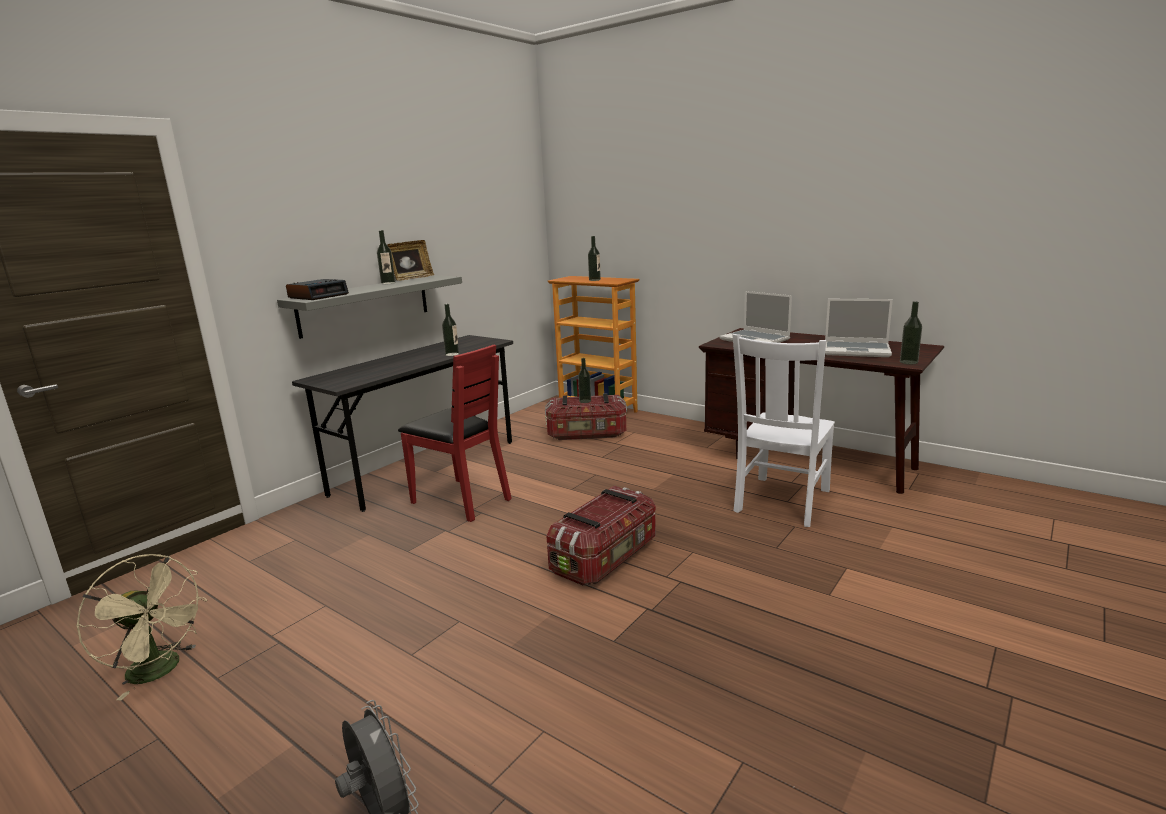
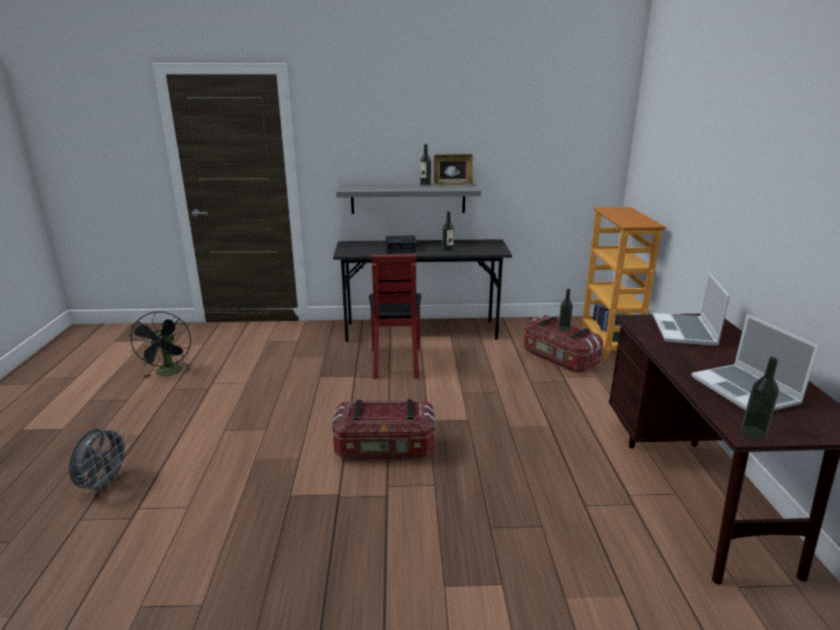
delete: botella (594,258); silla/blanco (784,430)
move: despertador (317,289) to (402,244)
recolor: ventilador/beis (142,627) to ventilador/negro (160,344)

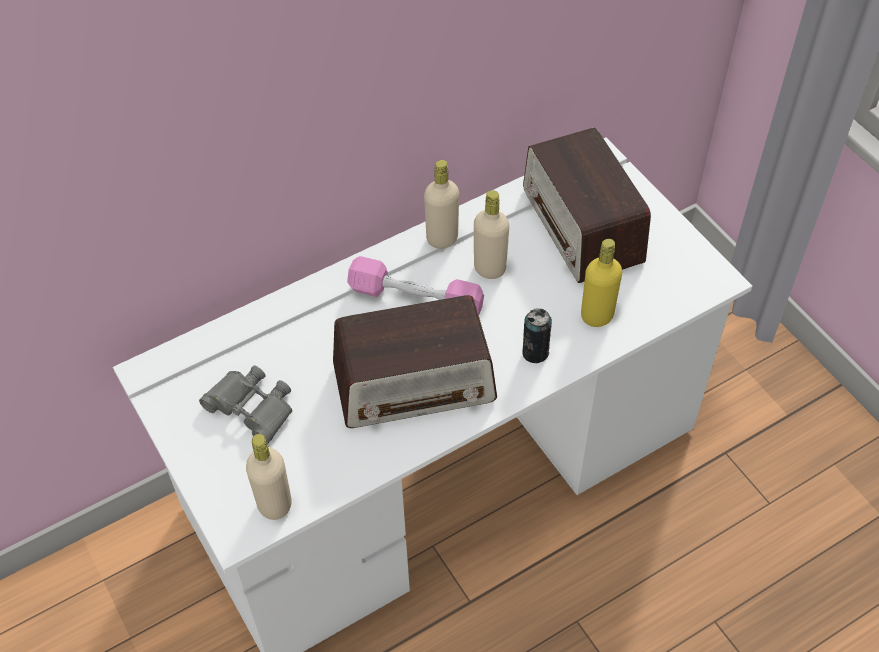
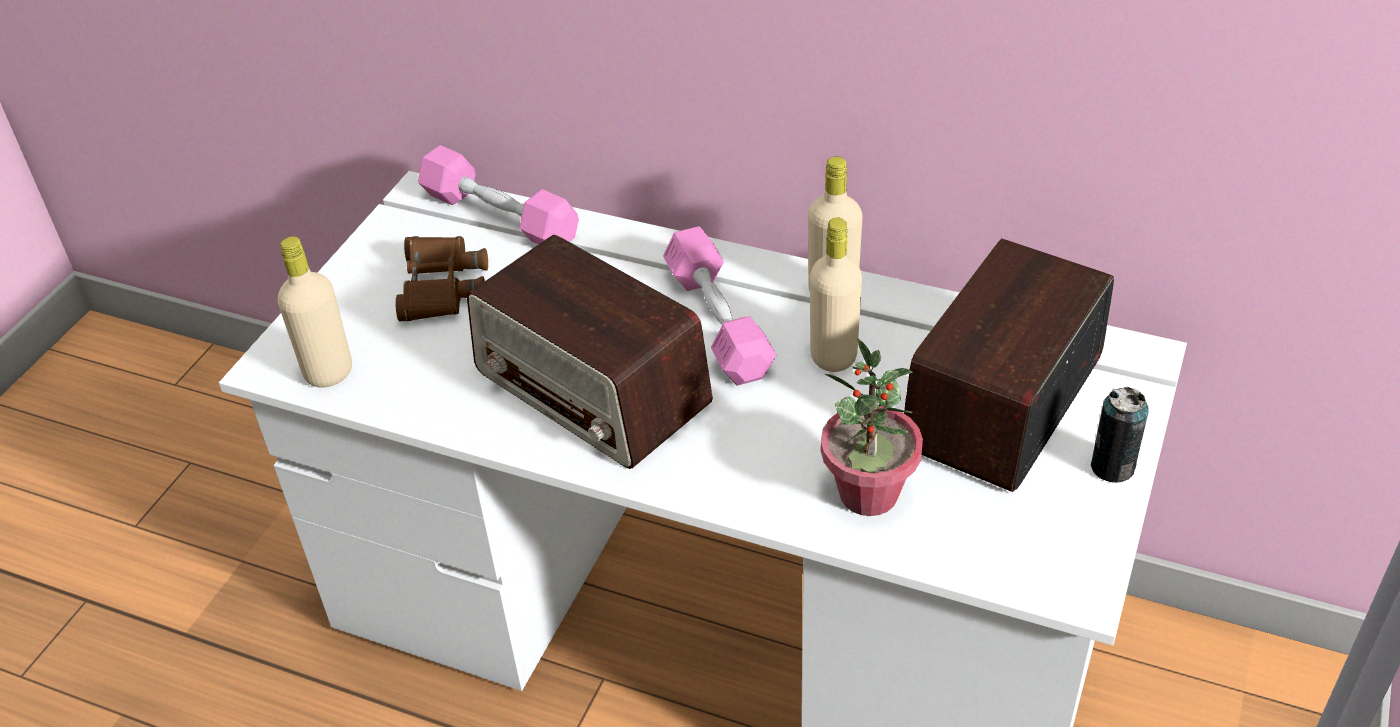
insert: mancuerna/rosa (498,195)
move: lata (537,335) to (1120,435)
replace: botella/amarillo (601,283) to planta en maceta (872,427)
recolor: prismáticos/gris (245,405) to prismáticos/marrón (441,278)

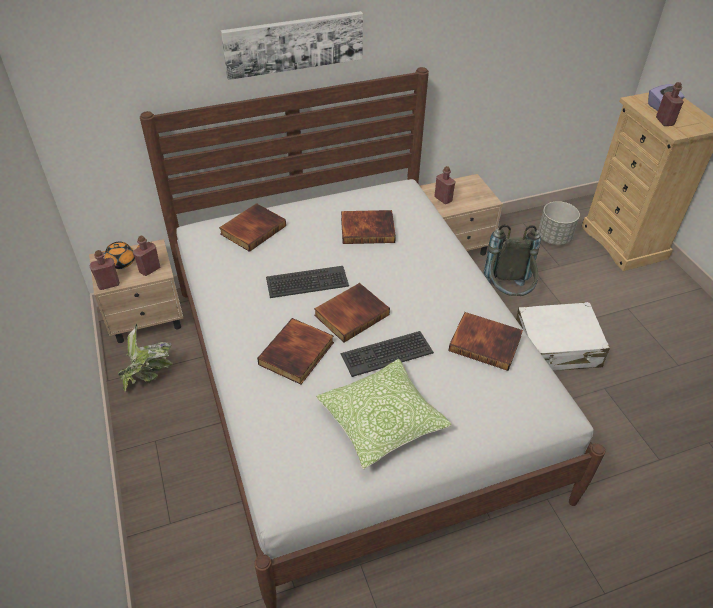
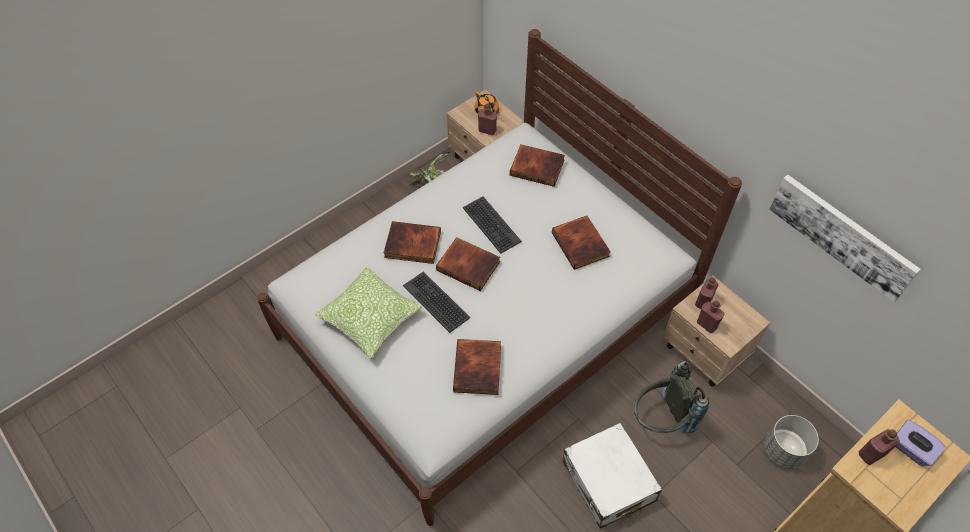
move: botella/rojo (105,270) to (710,316); cuadro (292,45) to (845,238)

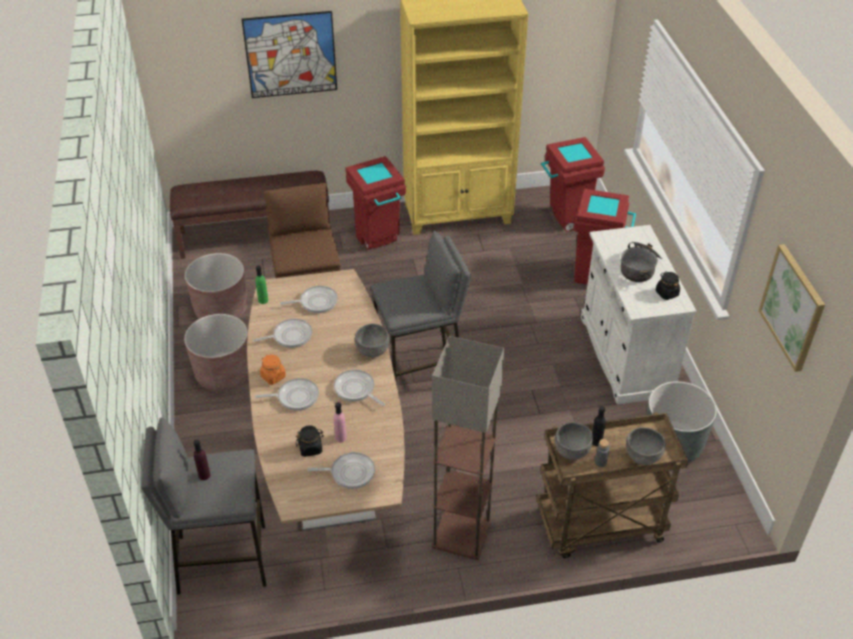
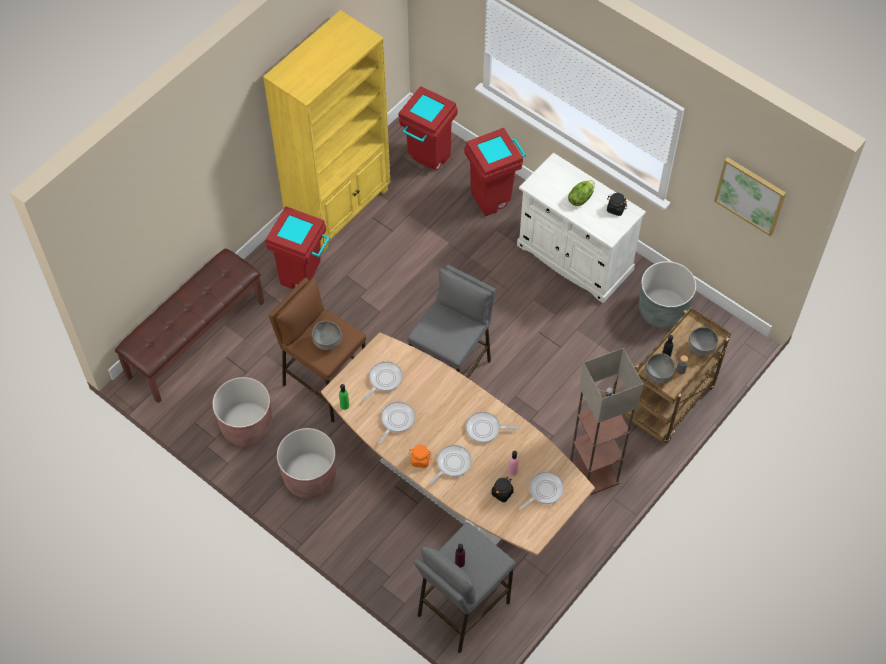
delete: cuadro (289,54)
move: cuenco/gris (372,340) to (327,335)
replace: olla (641,262) to lechuga (581,193)

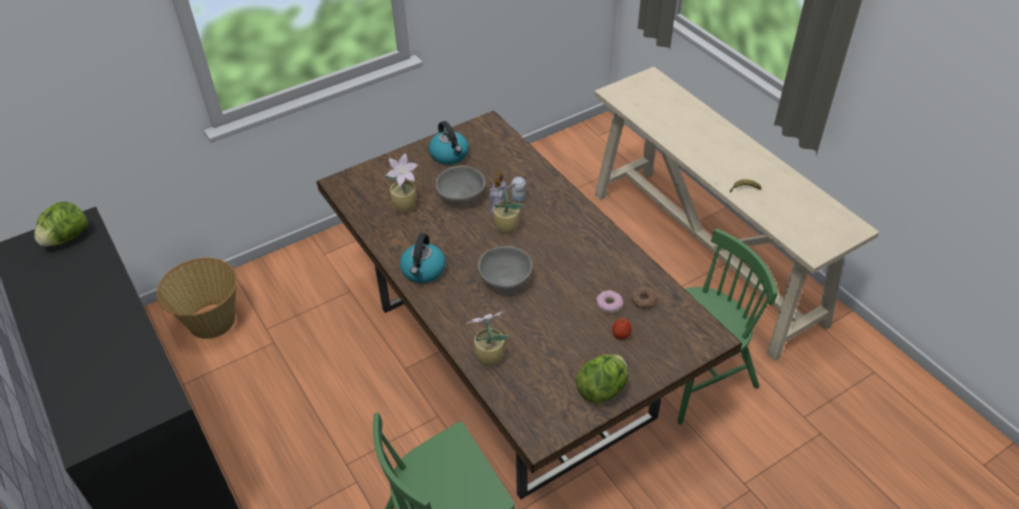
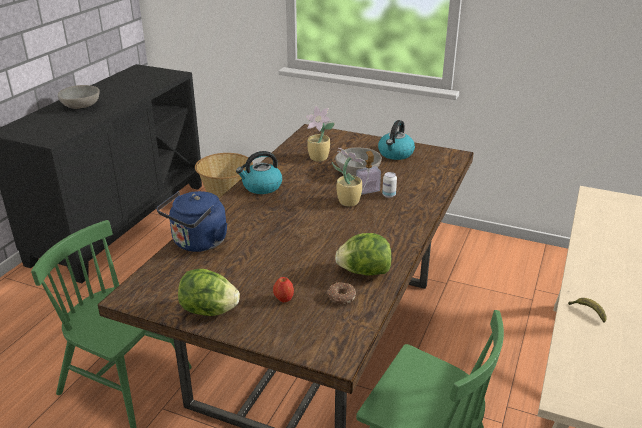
delete: rosquilla (609,302)
move: lechuga (61,224) to (363,254); cuenco/gris (505,268) to (79,97)
replace: planta en maceta (488,338) to hervidor/azul (192,221)

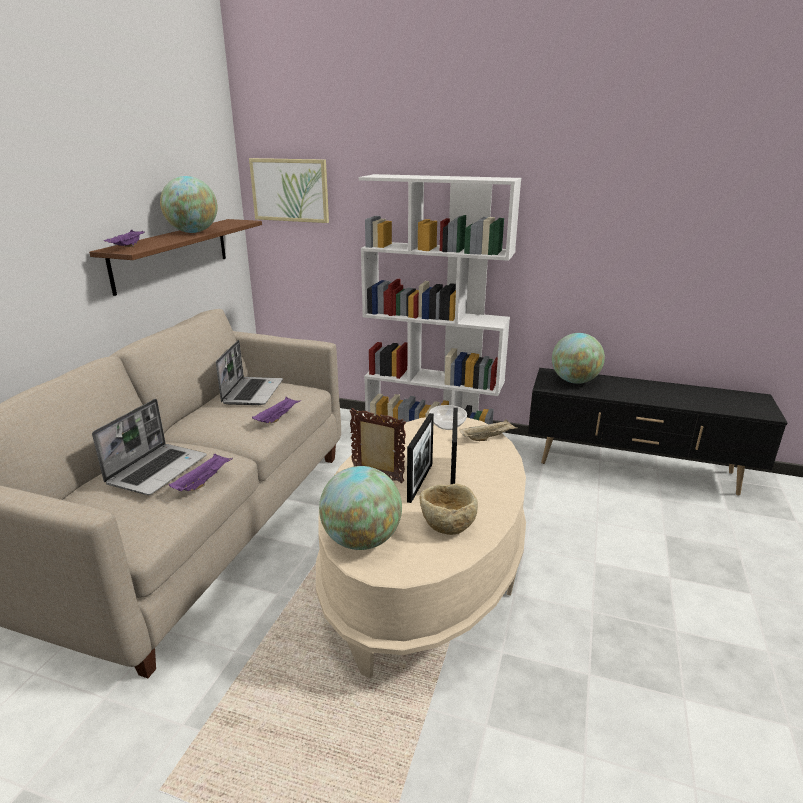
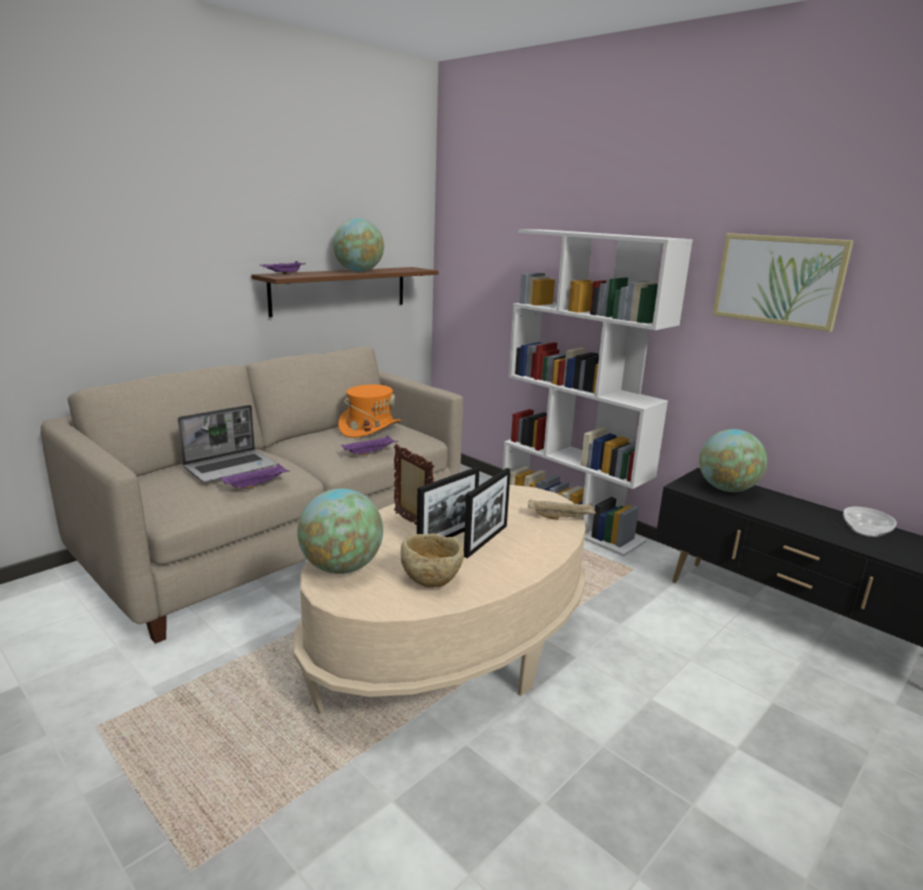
move: cuadro (289,190) to (783,282); cuenco (448,417) to (870,522)
replace: portátil (249,372) to sombrero/naranja (369,411)

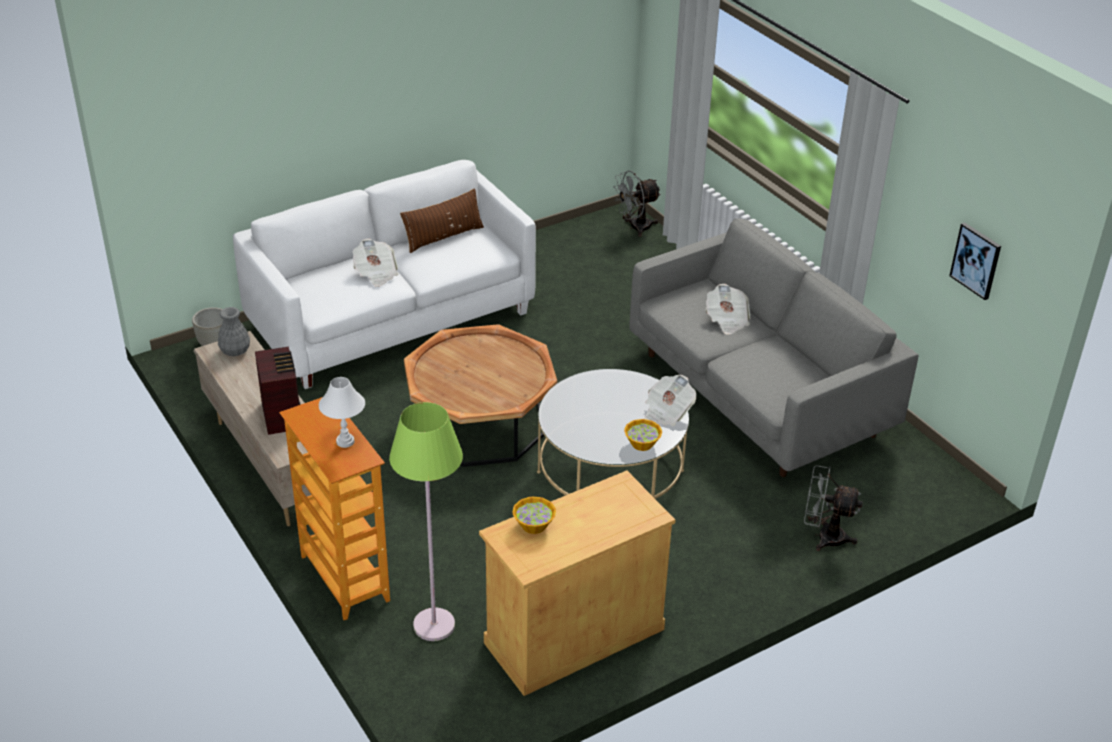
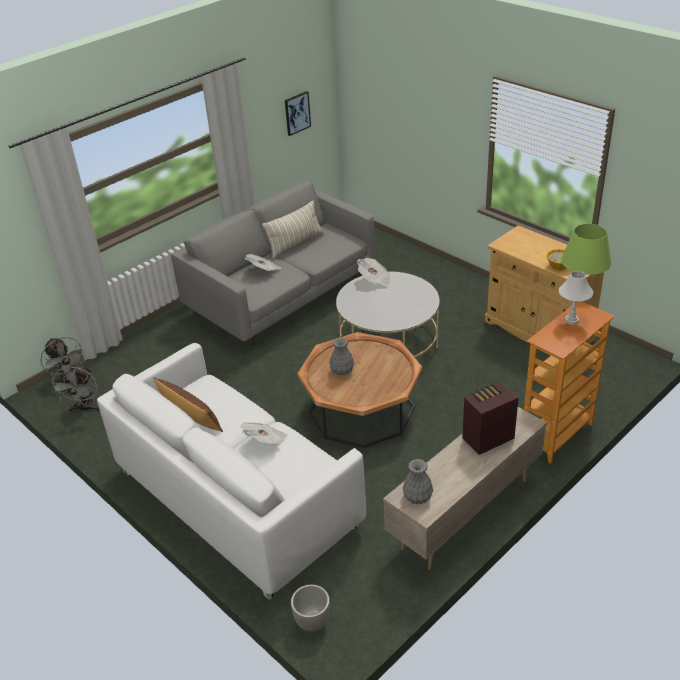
delete: cuenco (643,435)
insert: cojín (293,229); florero/gris (341,356)
move: ventilador/gris (833,508) to (75,387)

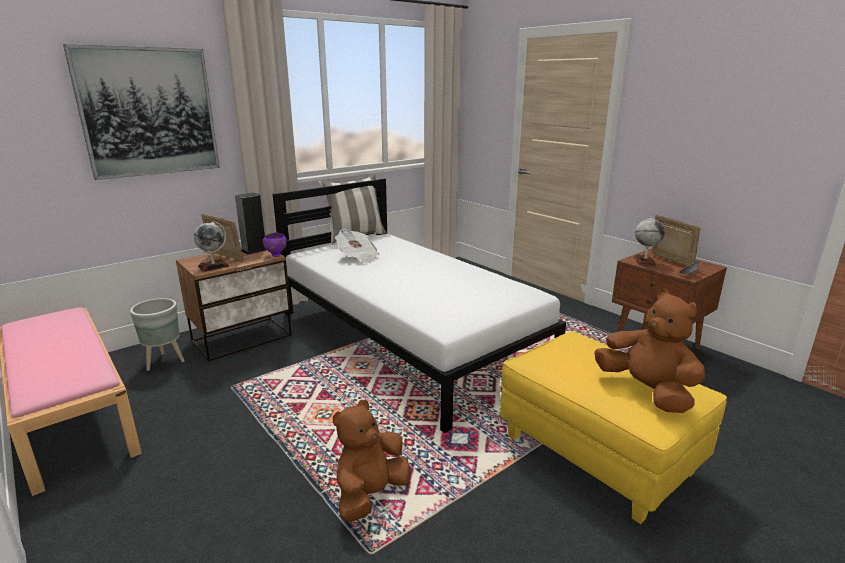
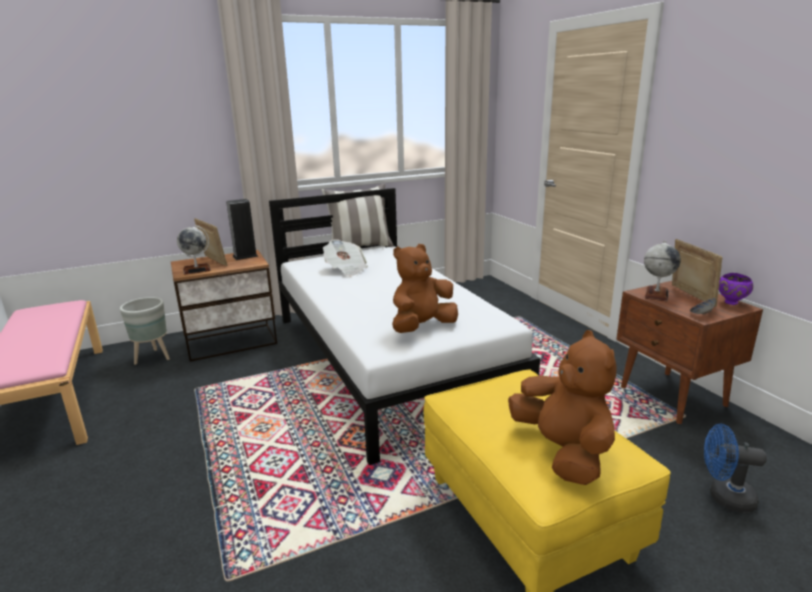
delete: cuadro (141,112)
insert: ventilador/azul (735,468)
move: cuenco/morado (275,244) to (736,289); peluche/marrón (372,461) to (425,288)

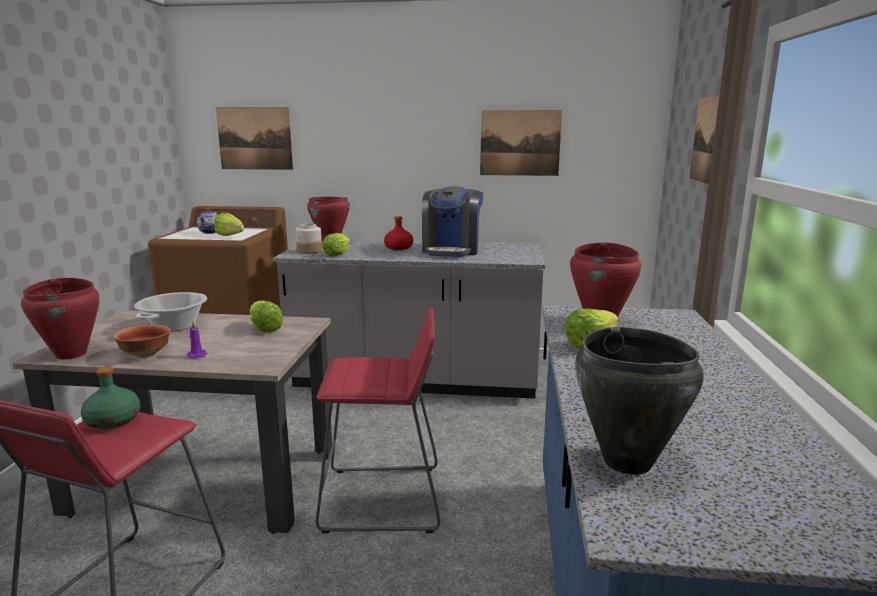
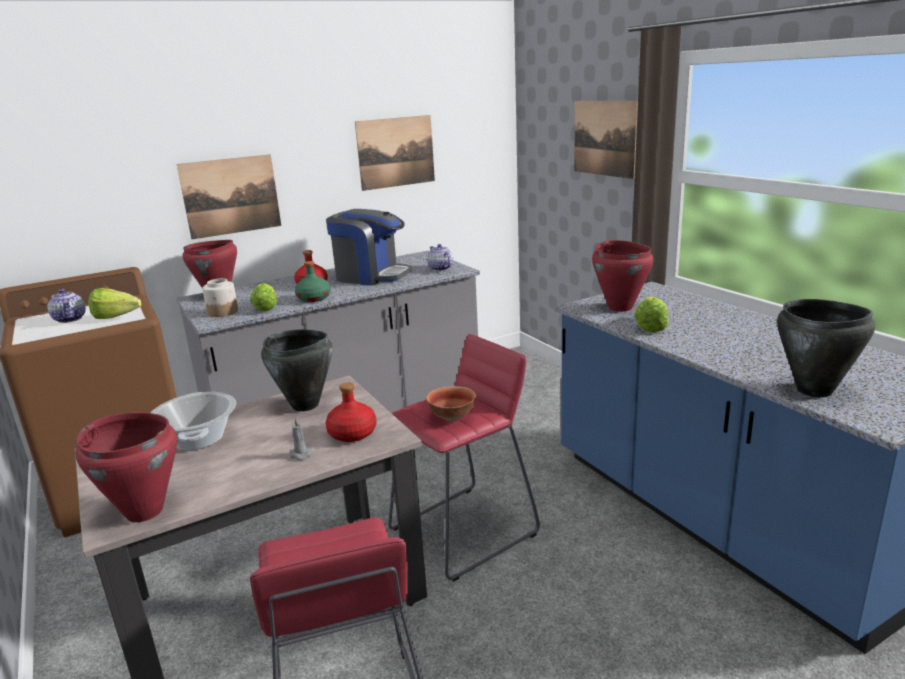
insert: botella/rojo (351,412); tetera (440,257)
move: botella/verde (110,397) to (313,281); cuenco (142,341) to (451,403); cuadro (254,138) to (229,196)
replace: lechuga (266,317) to olla/negro (297,370)
recolor: vela/morado (197,340) to vela/gris (301,439)
rotate: cafetera (452,221) = (369,247) 45 degrees counterclockwise

